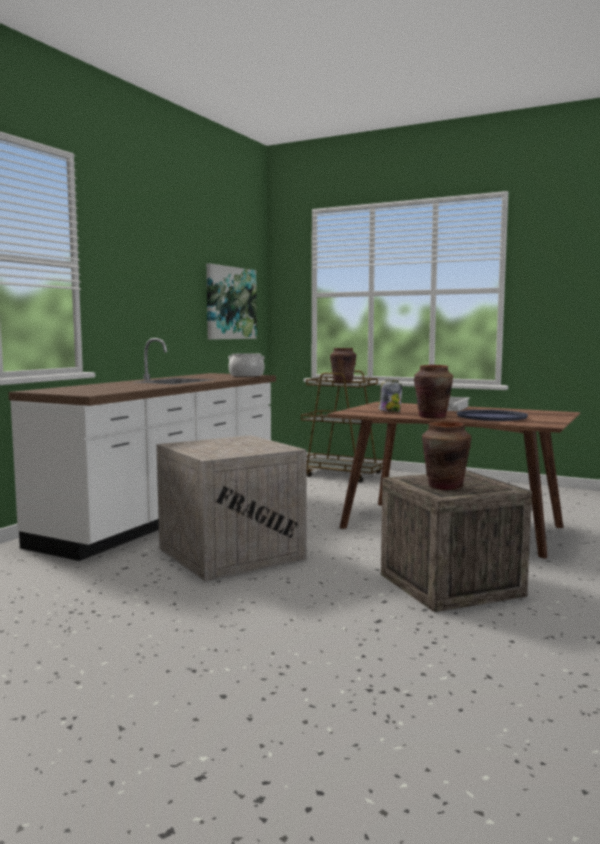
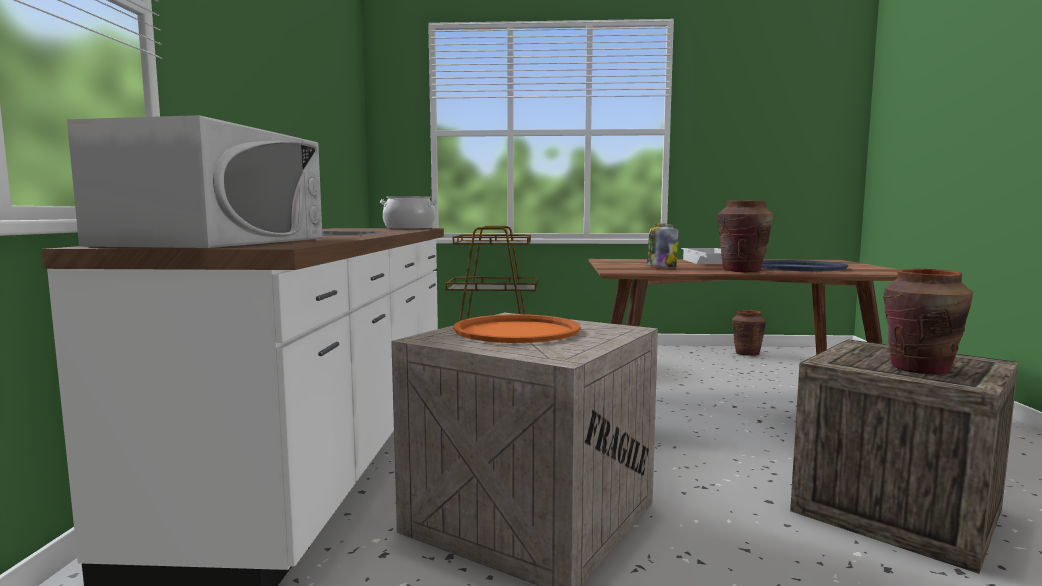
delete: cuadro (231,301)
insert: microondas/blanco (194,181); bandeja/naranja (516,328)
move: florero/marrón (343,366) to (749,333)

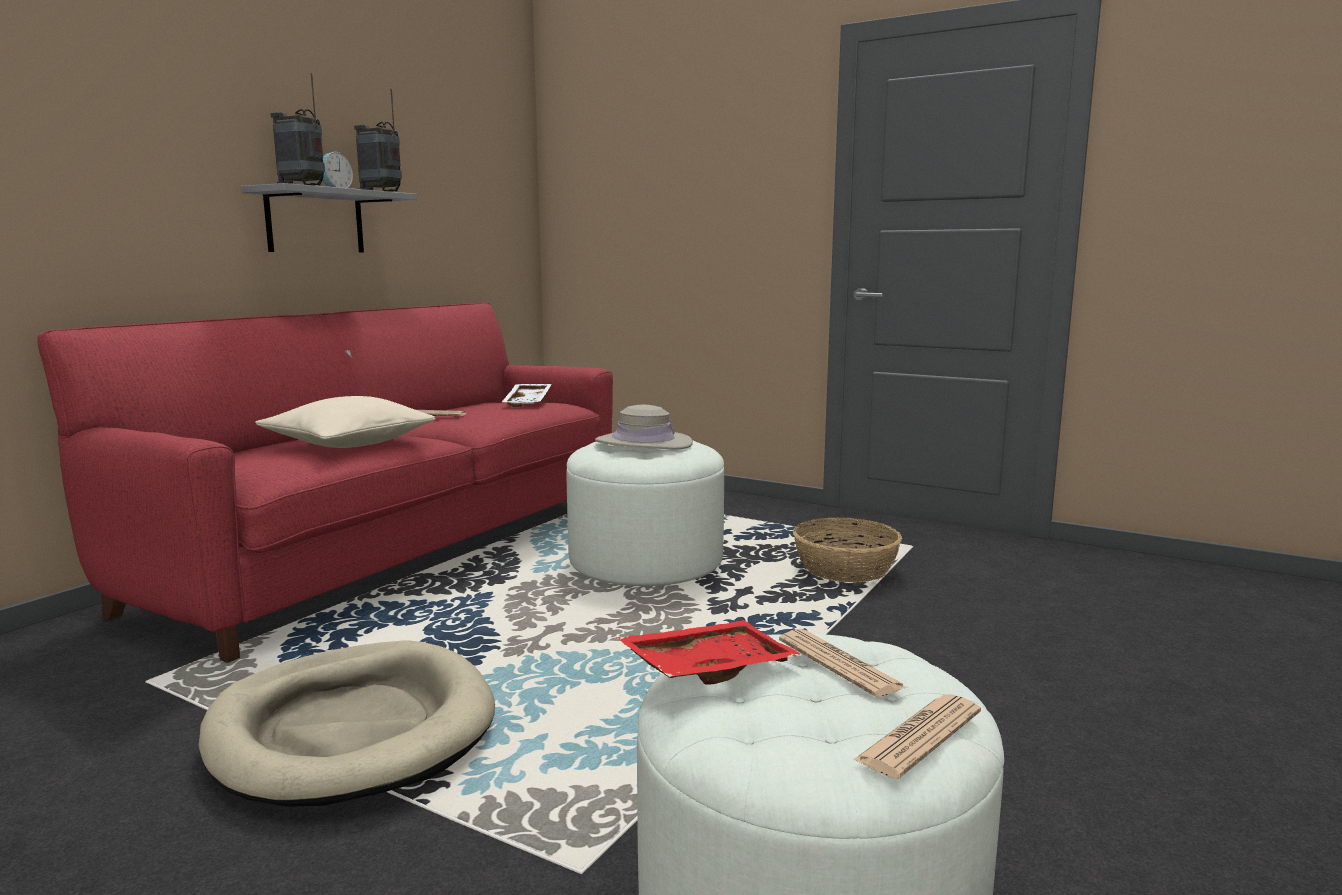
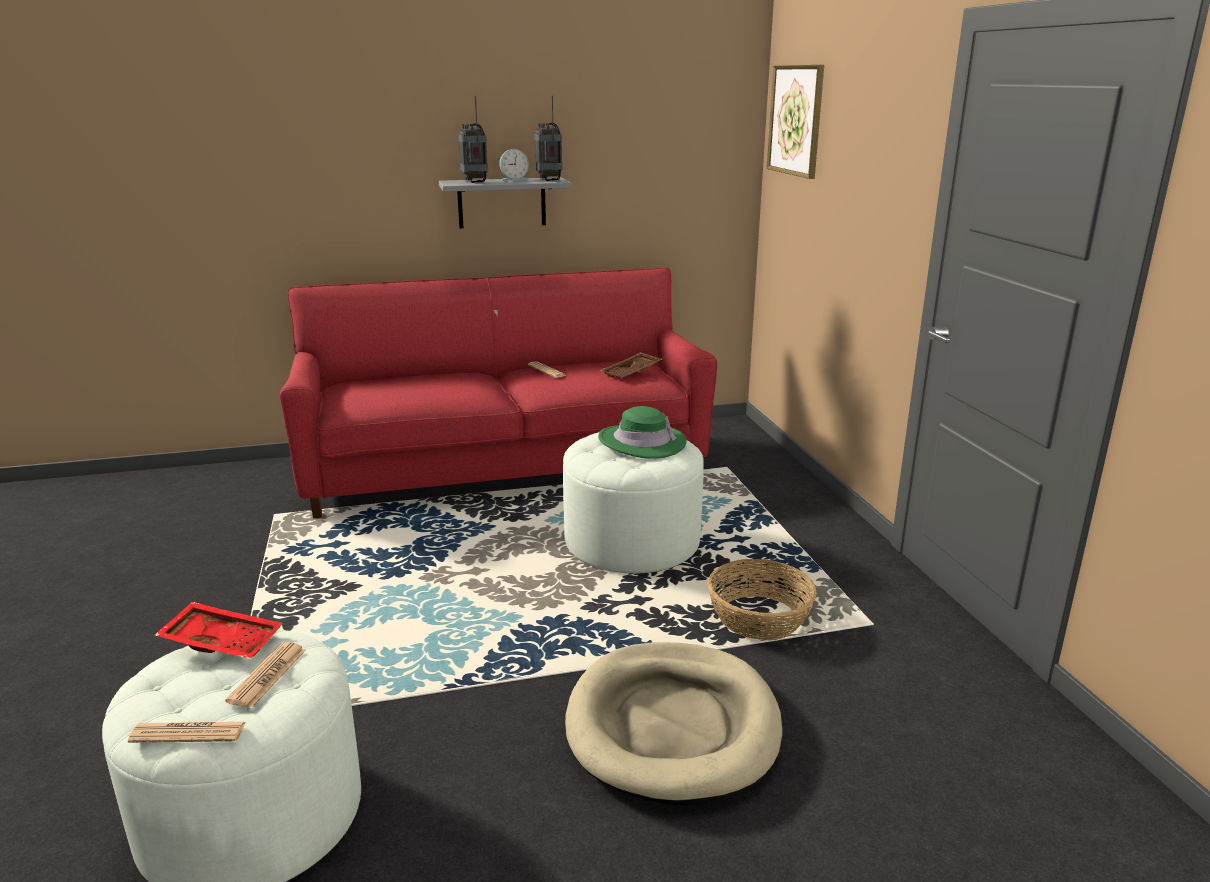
delete: cojín/beis (345,422)
insert: cuadro (795,122)
move: cama para perro/beis (346,723) to (673,723)
recolor: bandeja/blanco (527,395) to bandeja/marrón (631,365); sombrero/beis (644,427) to sombrero/verde (642,432)

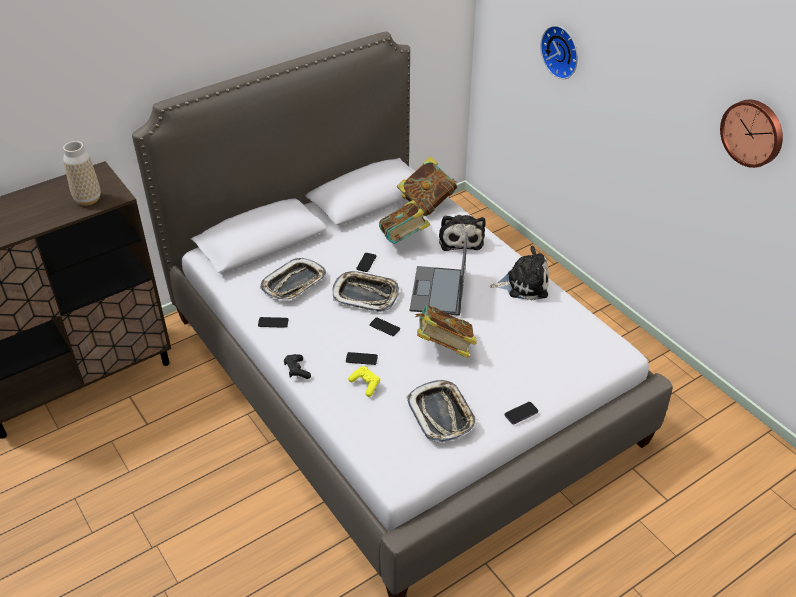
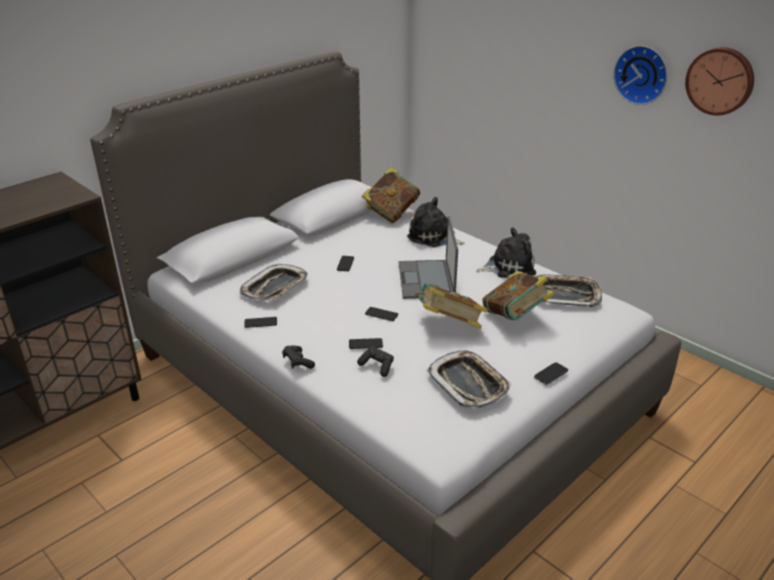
delete: florero (82,173)
move: bandeja (366,291) to (569,290); libro (404,222) to (519,295); reloj de pared (559,52) to (640,75)
recolor: mando de consola/amarillo (364,381) to mando de consola/negro (375,362)
rotate: peluche (462,233) = (435,222) 135 degrees clockwise

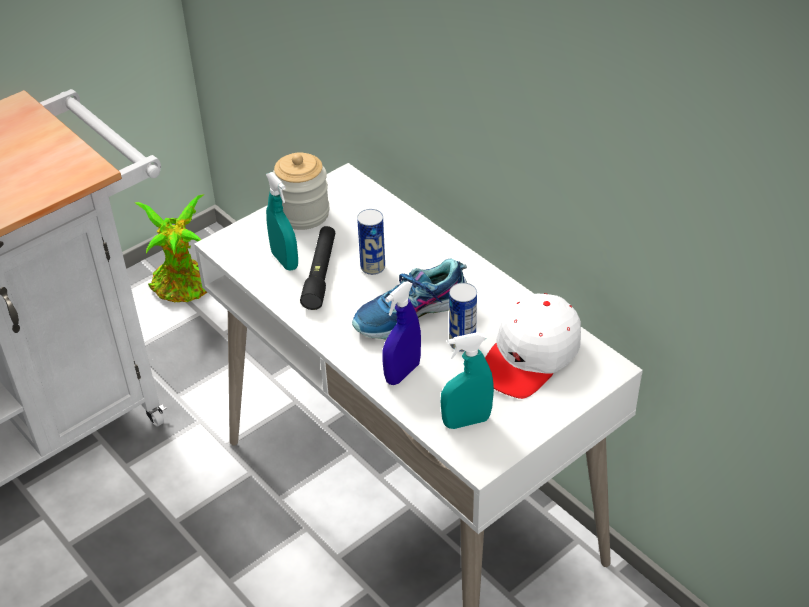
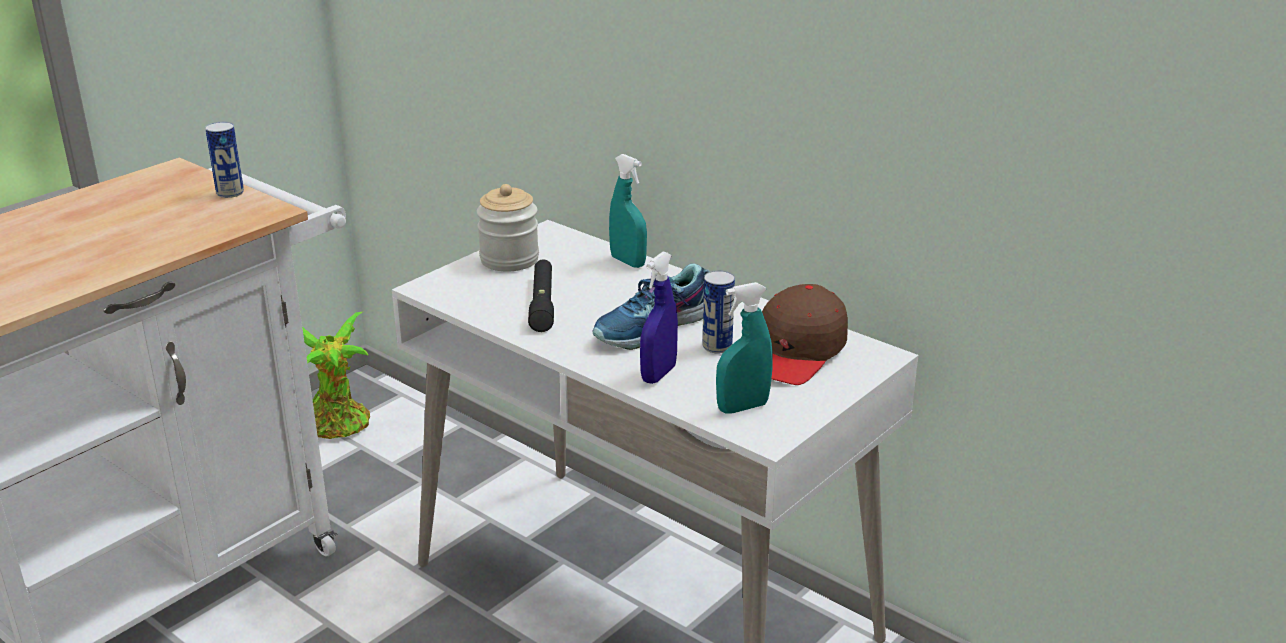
move: pulverizador/turquesa (282,221) to (628,211); lata (371,242) to (224,160)
recolor: gorra/blanco (533,346) to gorra/marrón (805,334)

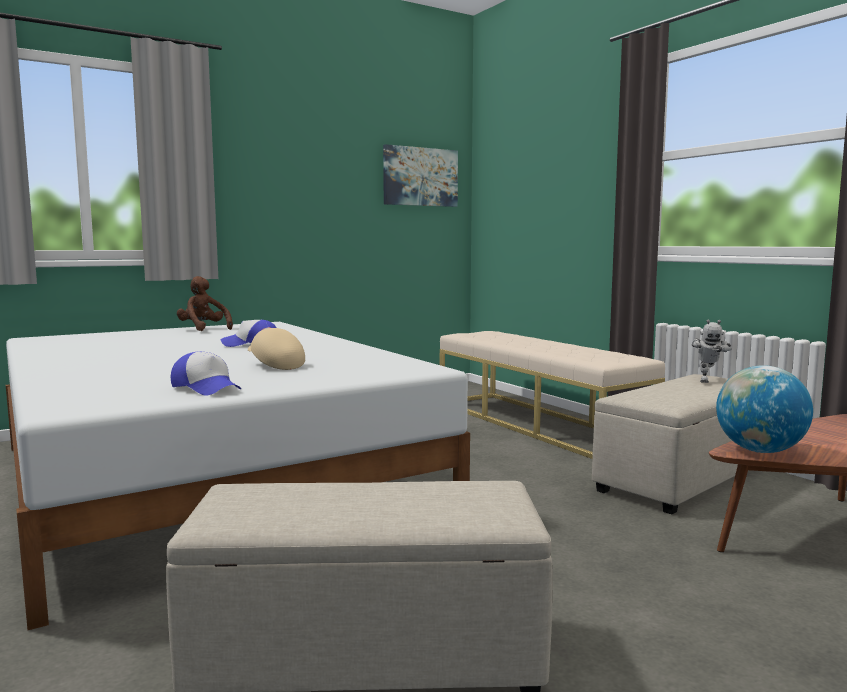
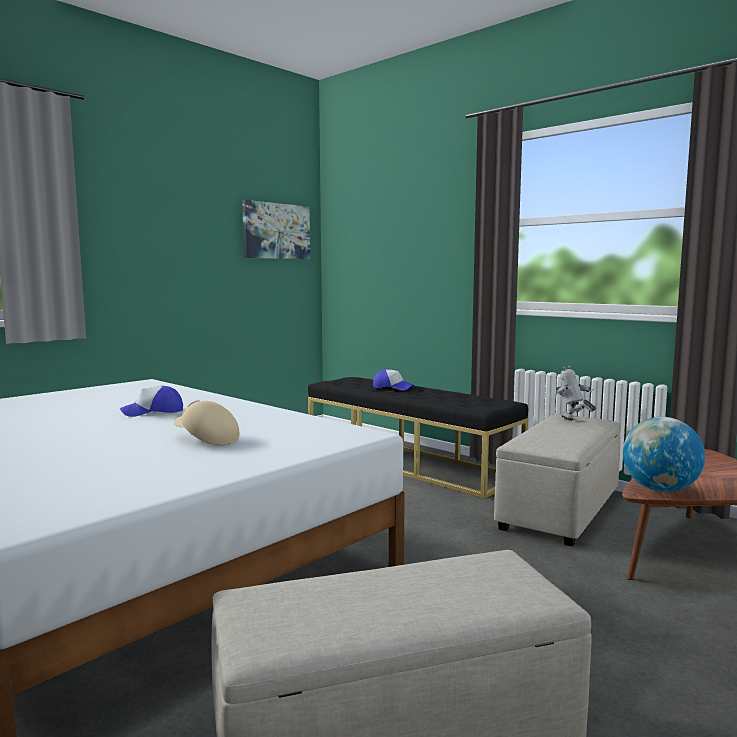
delete: peluche/marrón (205,303)
move: gorra (206,373) to (393,379)
recolor: banco/beis (552,395) to banco/negro (418,438)
rotate: robot de juguete (712,351) = (576,393) 150 degrees clockwise

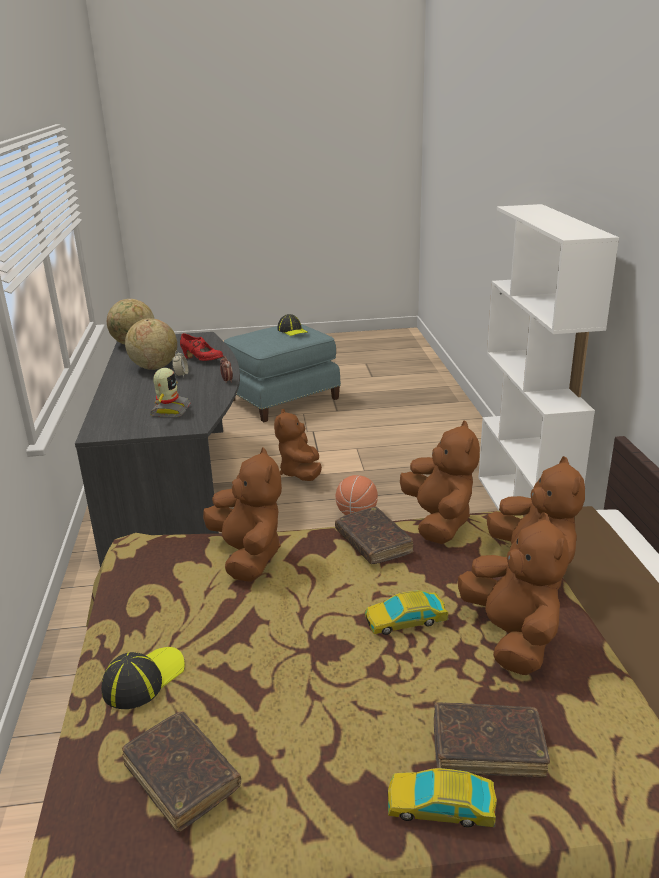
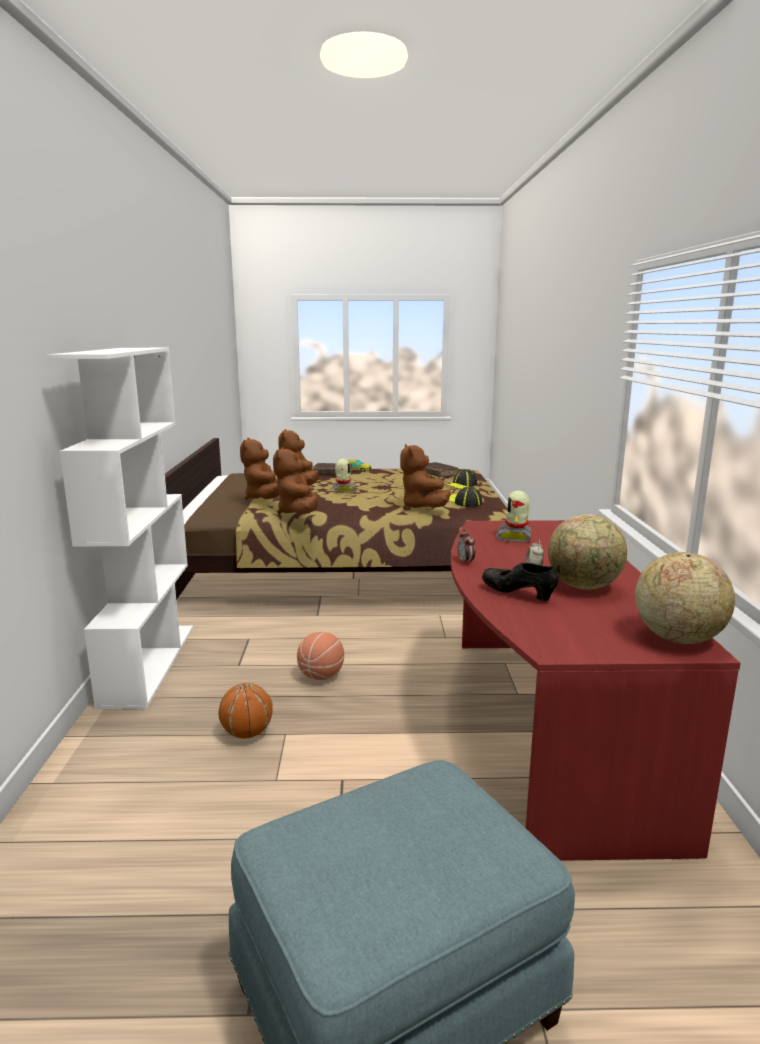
delete: peluche/marrón (298,445); libro/marrón (374,535)
insert: balón de baloncesto (245,710)
move: gorra (293,325) to (465,497)
replace: coche de juguete (407,612) to robot de juguete (345,476)
recolor: escritorio/gris (157,449) to escritorio/rojo (596,690); zapato/rojo (201,347) to zapato/negro (520,581)

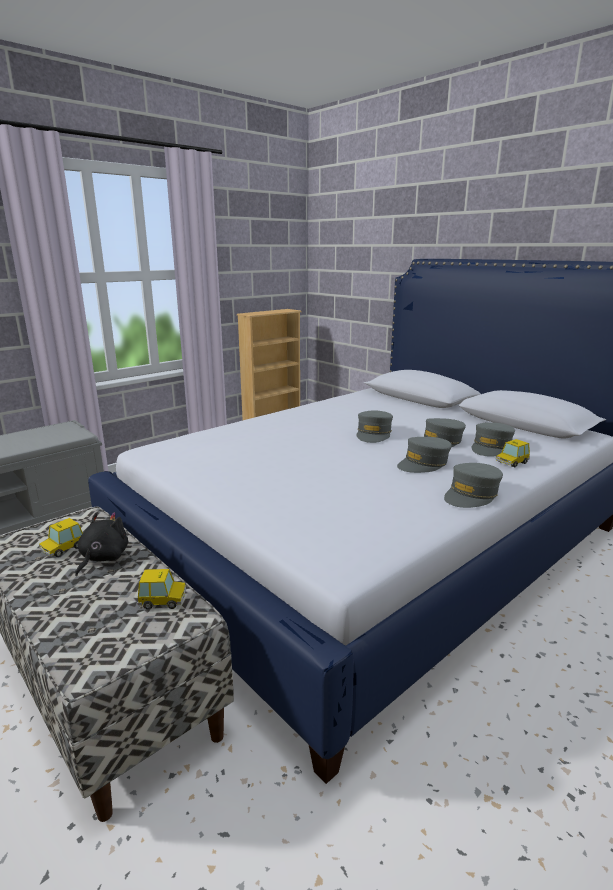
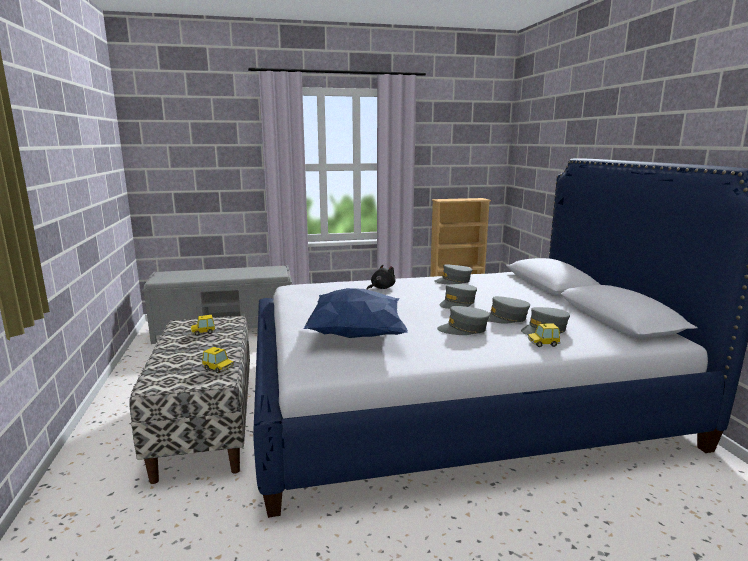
insert: cojín/azul (356,313)
move: peluche/negro (101,544) to (381,277); gorra/gris (473,485) to (453,274)

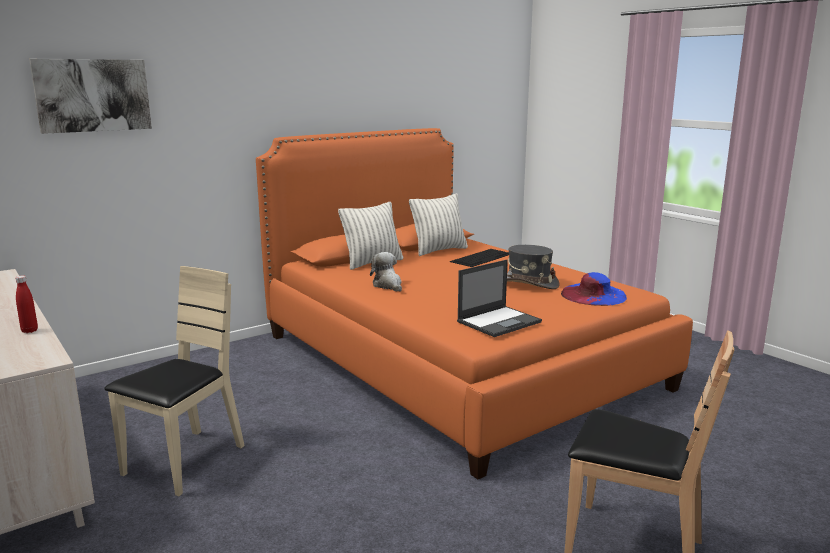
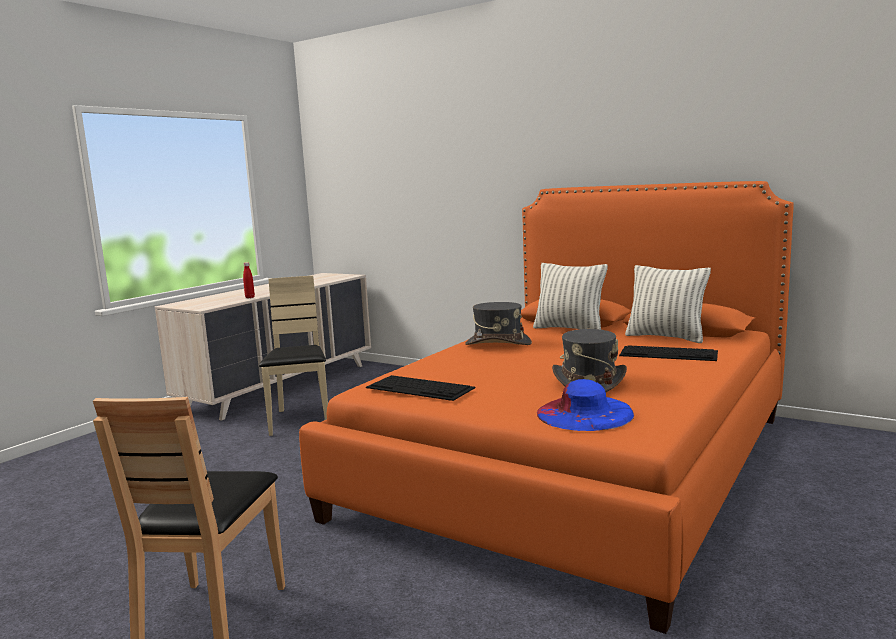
delete: cuadro (90,96)
replace: peluche (386,272) to sombrero/gris (498,323); portátil (499,298) to teclado (421,388)
rotate: silla/beis (174,381) = (293,356) 105 degrees counterclockwise

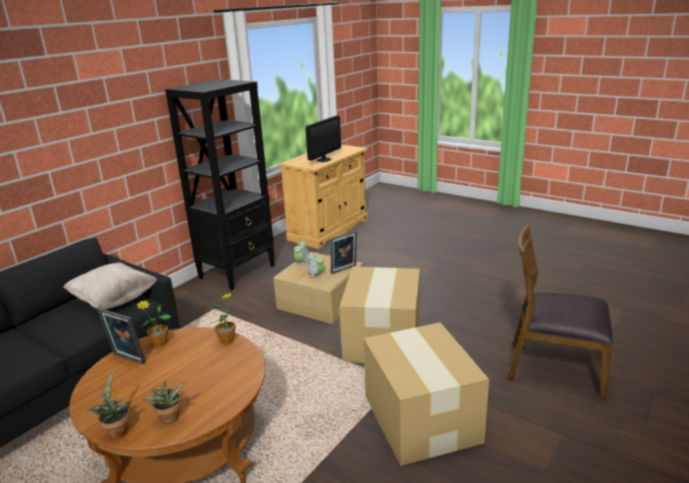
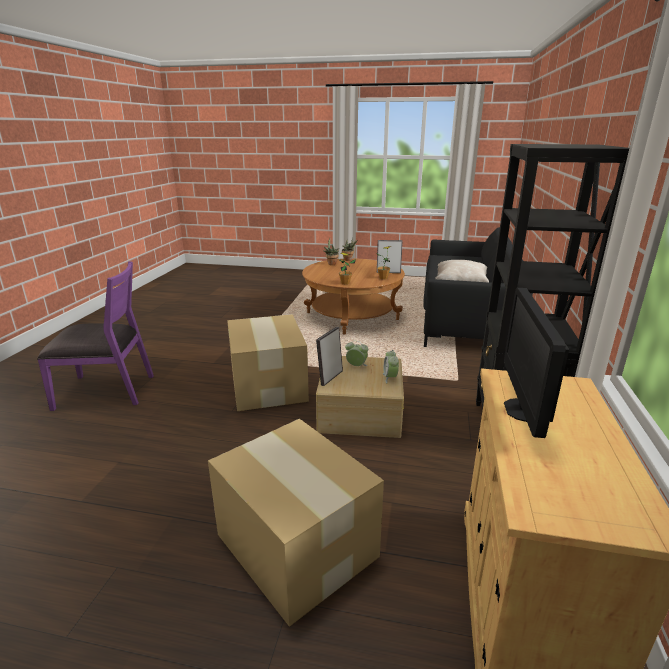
move: caja de cartón (426,394) to (296,523)
recolor: silla/marrón (560,312) to silla/morado (95,336)

